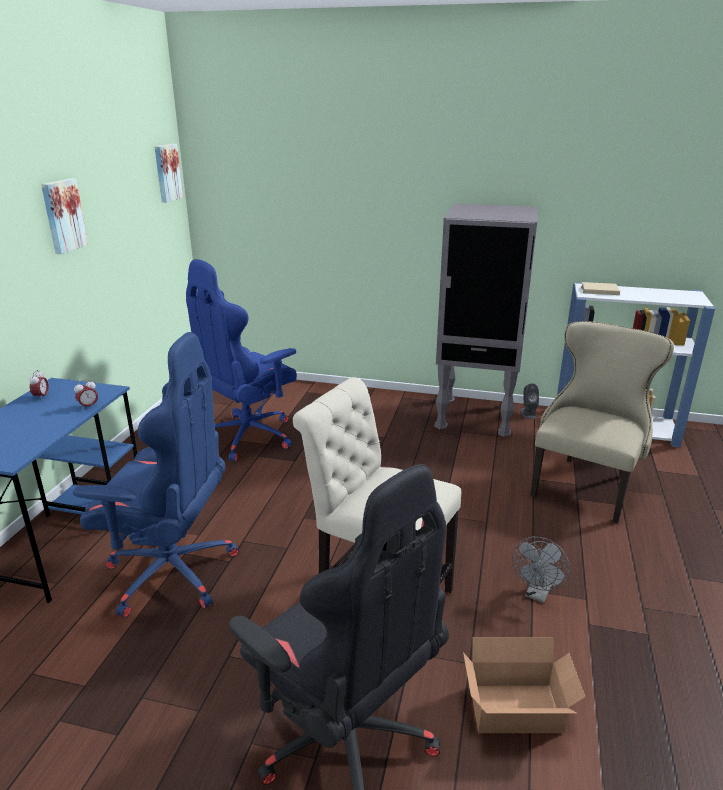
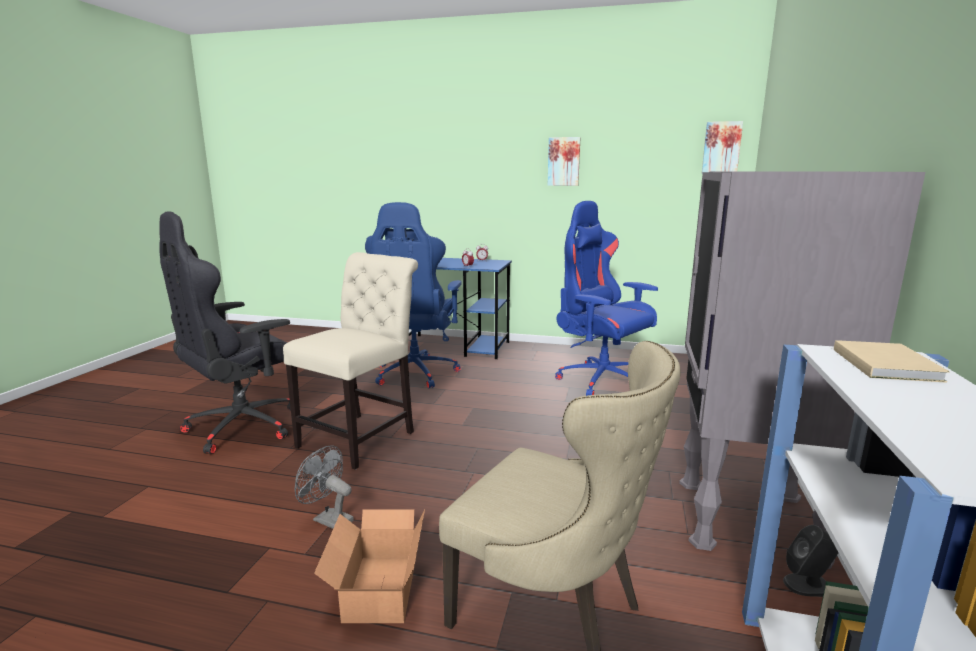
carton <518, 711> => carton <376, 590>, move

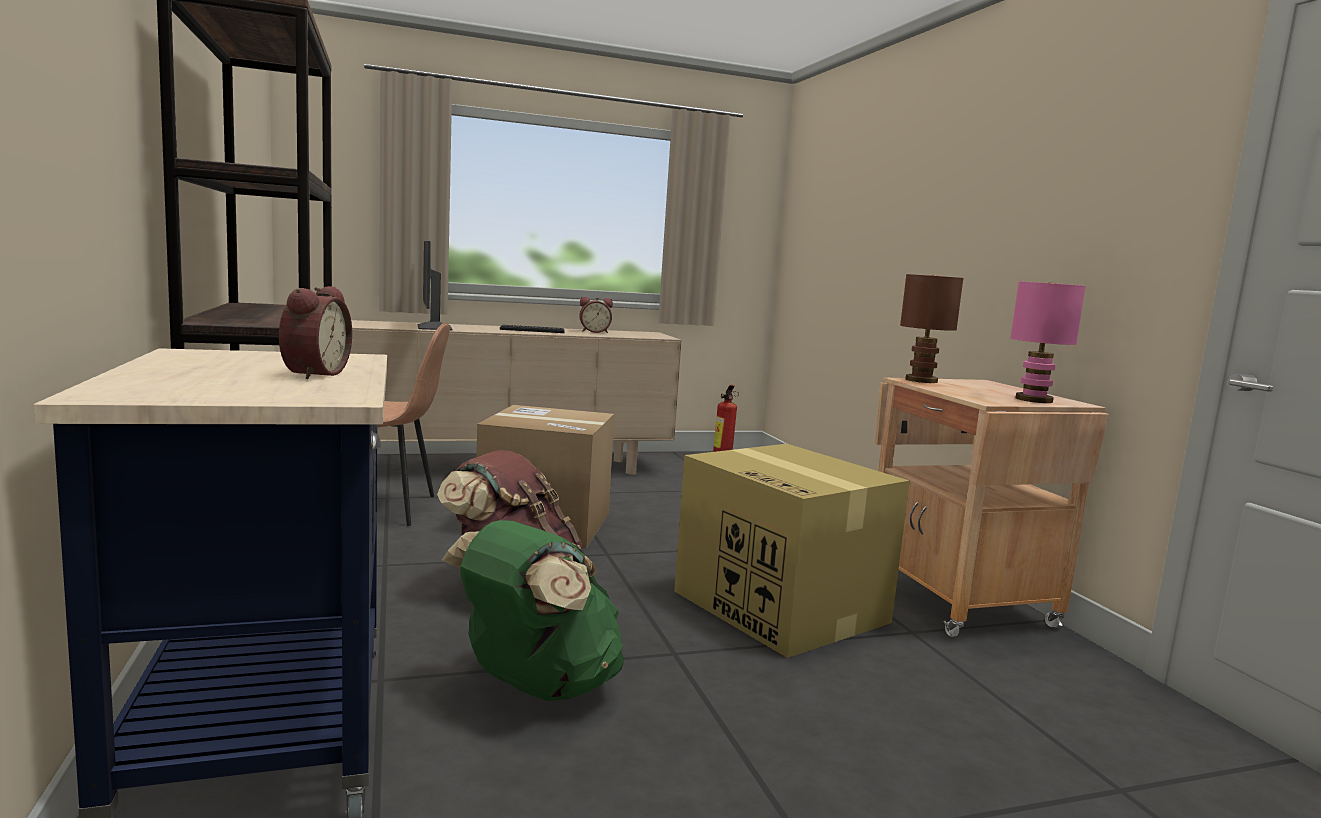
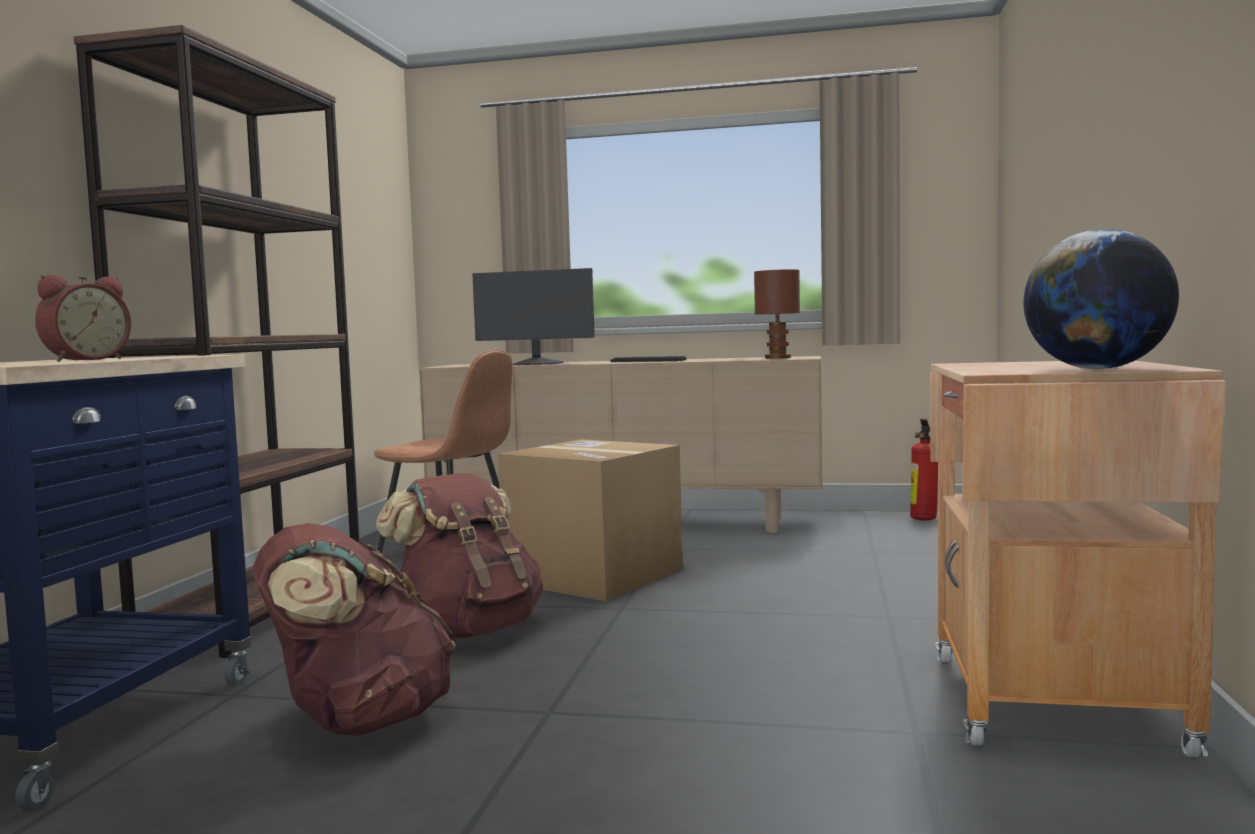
sac à dos [vert] <536, 686> => sac à dos [marron] <357, 721>
écran d'ordinateur <433, 327> => écran d'ordinateur <537, 364>, 90 degrees counterclockwise
lampe de table [marron] <922, 380> => lampe de table [marron] <778, 358>, move
lampe de table [rose] <1034, 400> => globe <1098, 369>
réveil <594, 332> => nothing
carton <782, 607> => nothing

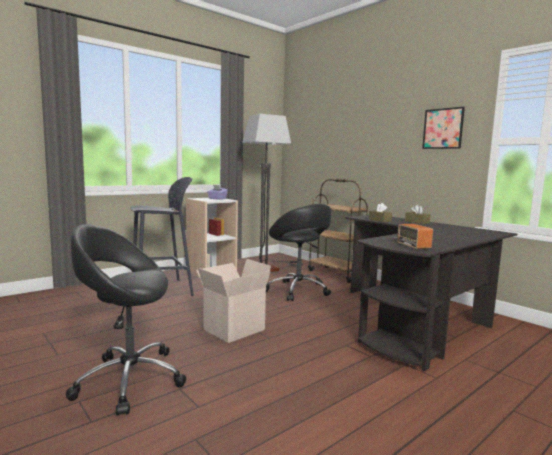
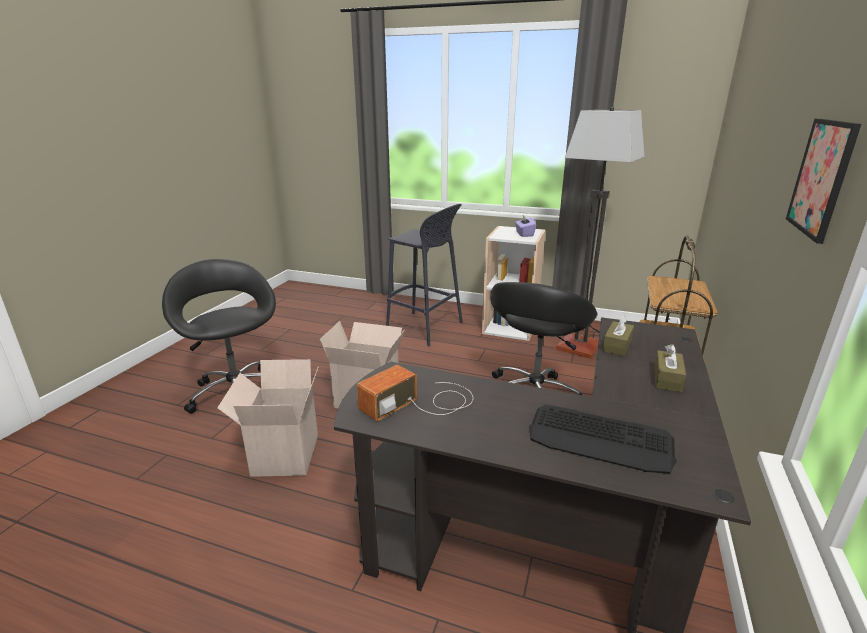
nothing => carton <283, 454>
nothing => clavier <600, 439>

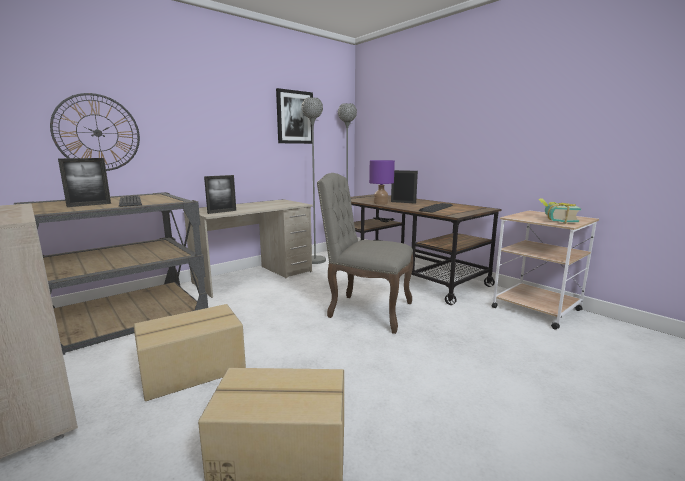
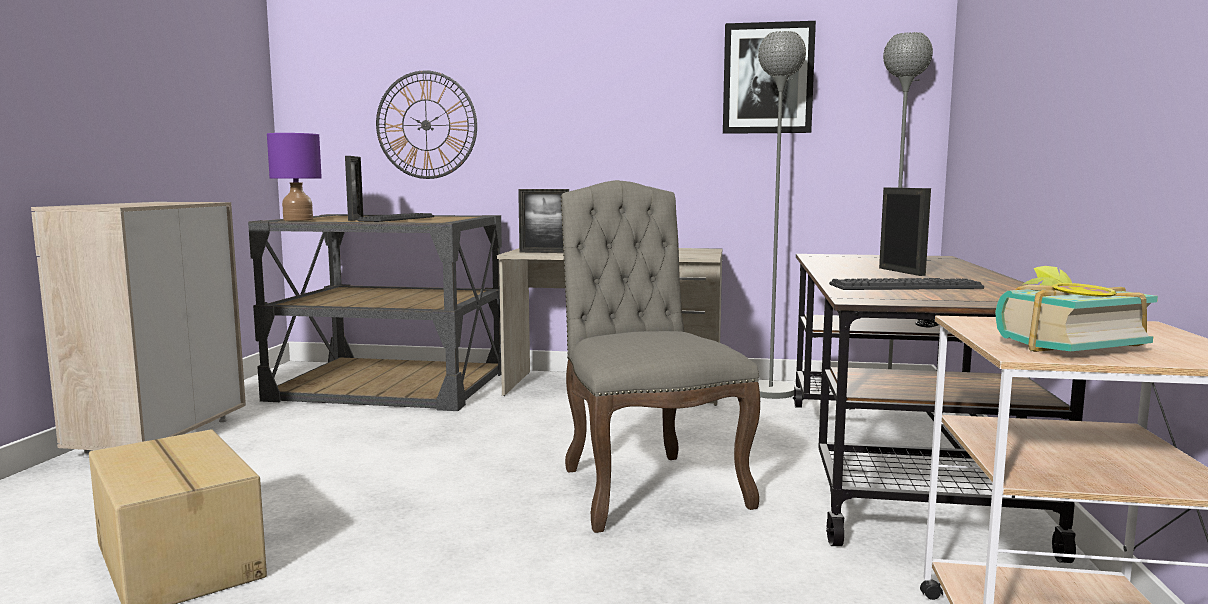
lampe de table [violet] <381, 203> => lampe de table [violet] <298, 220>, move
cadre photo <89, 205> => cadre photo <356, 219>, 105 degrees counterclockwise
carton <193, 370> => nothing

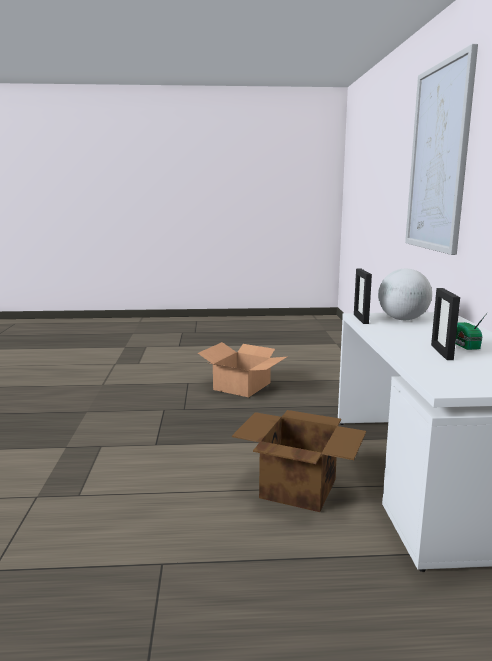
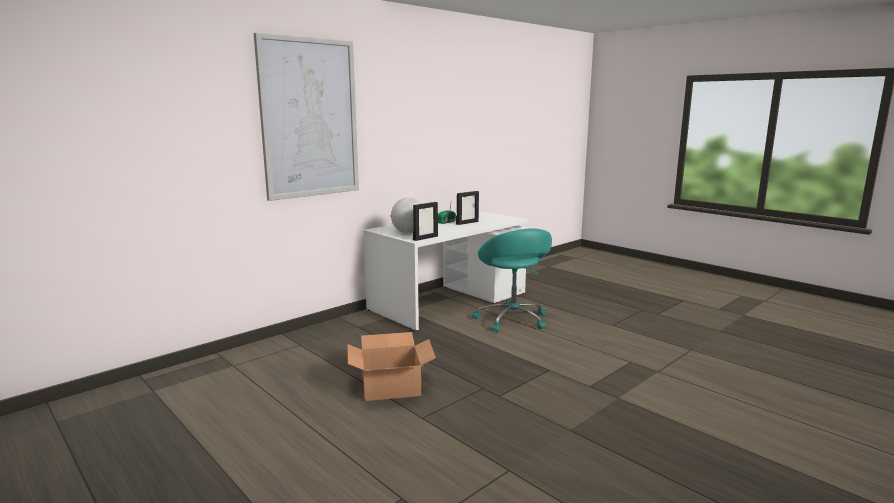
carton <297, 488> => chaise de bureau [turquoise] <512, 320>

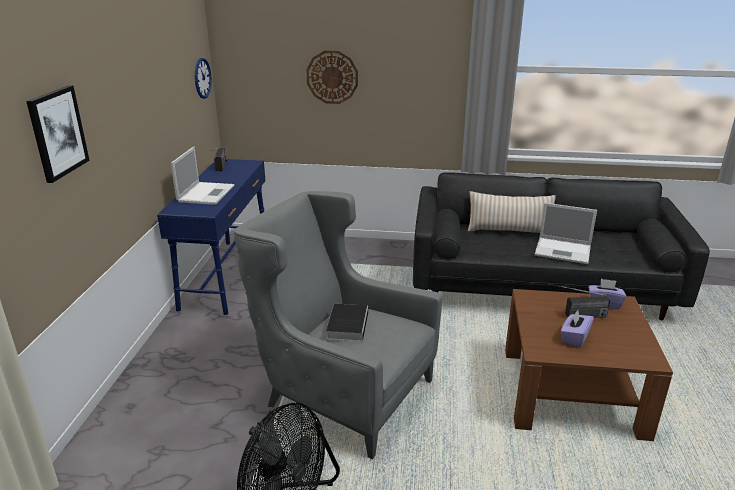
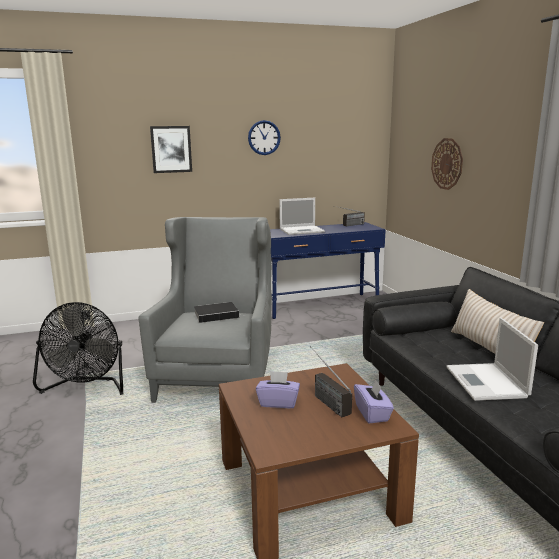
horloge murale <202, 78> => horloge murale <264, 137>, move

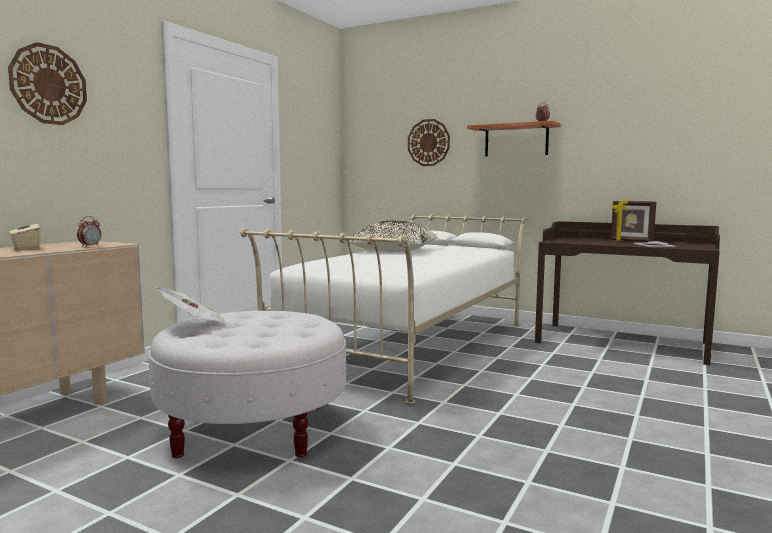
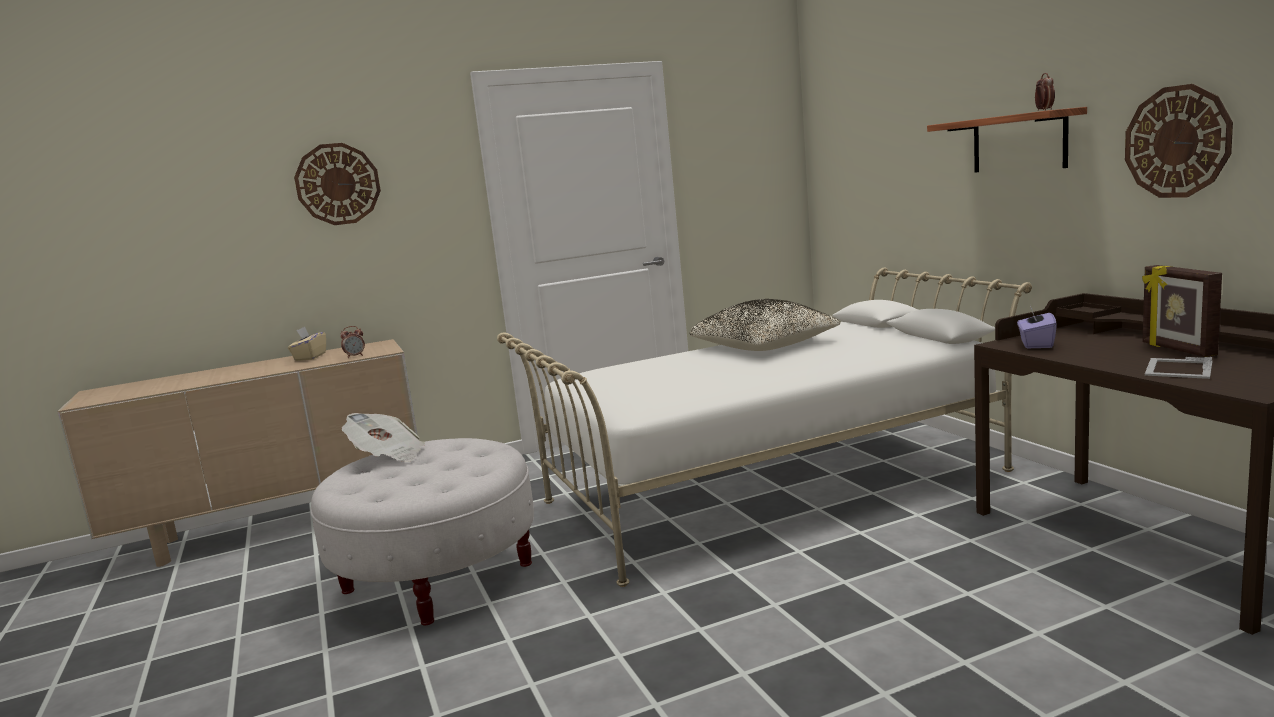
nothing => boîte à mouchoirs [violet] <1035, 344>
horloge murale <428, 142> => horloge murale <1177, 142>, move

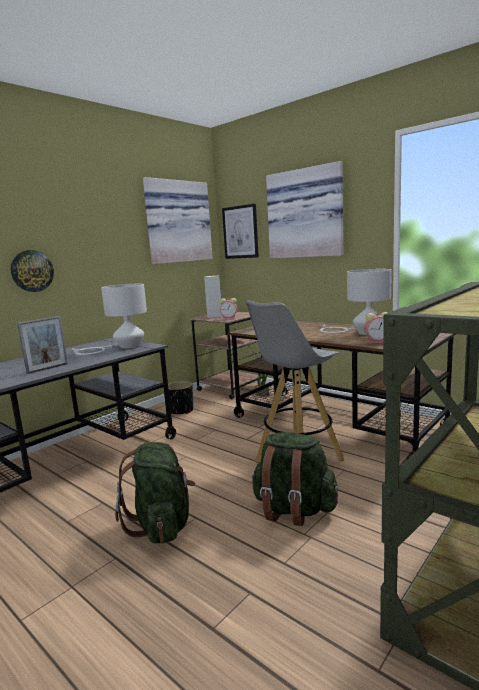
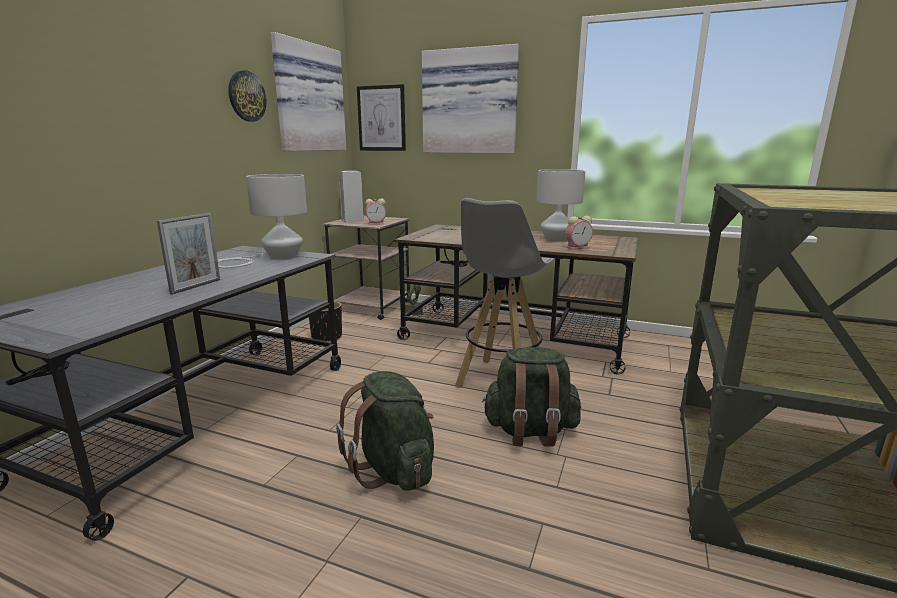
horloge murale <32, 271> => horloge murale <246, 96>, move

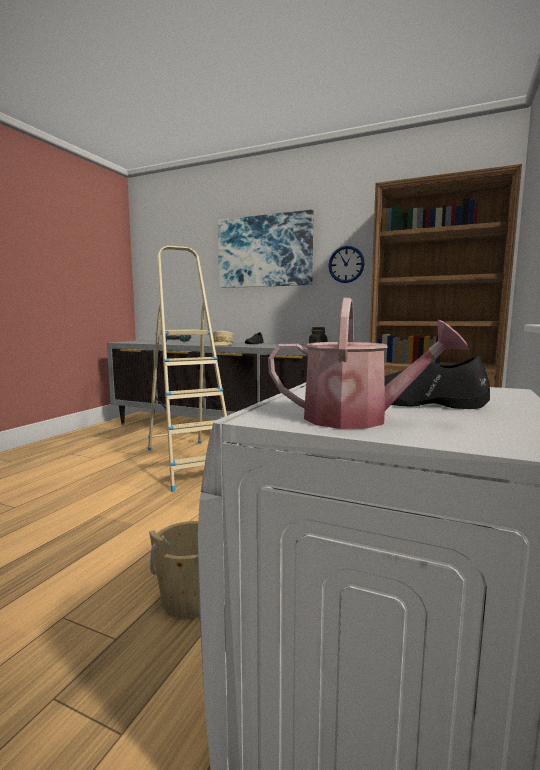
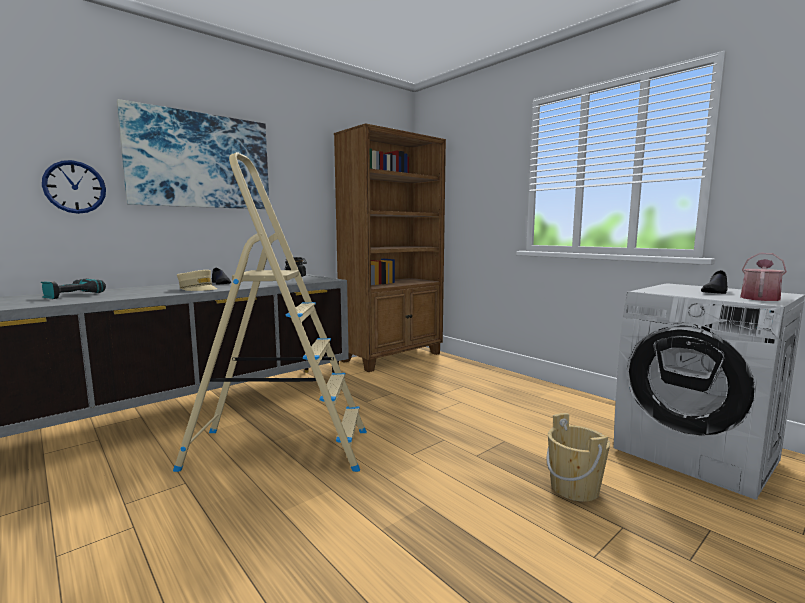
horloge murale <346, 264> => horloge murale <74, 187>, move

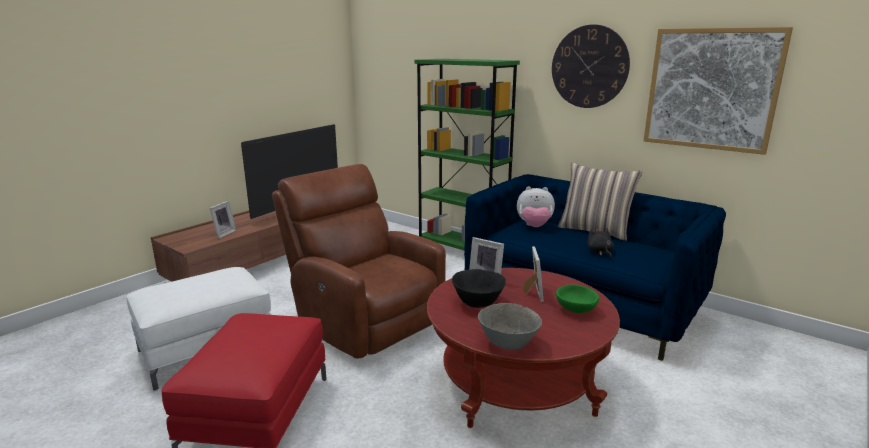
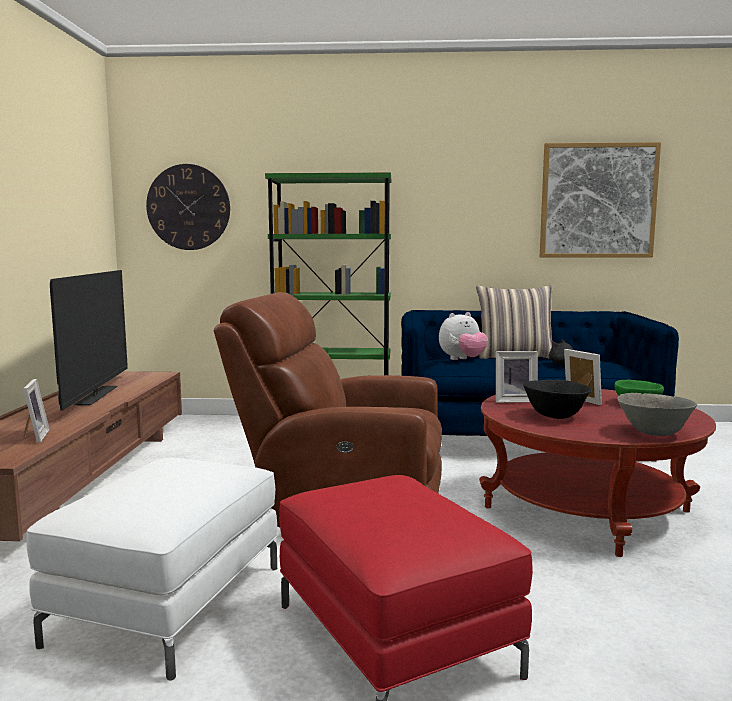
horloge murale <589, 67> => horloge murale <188, 207>, move

